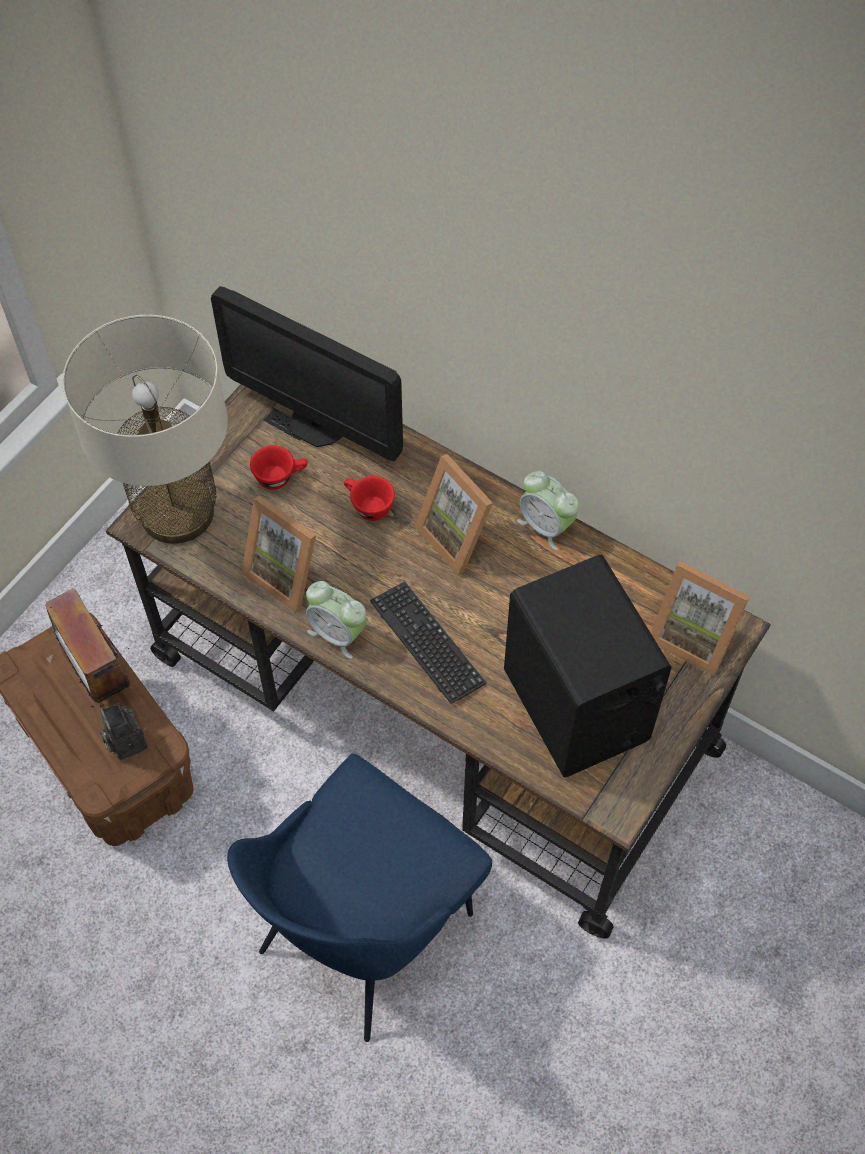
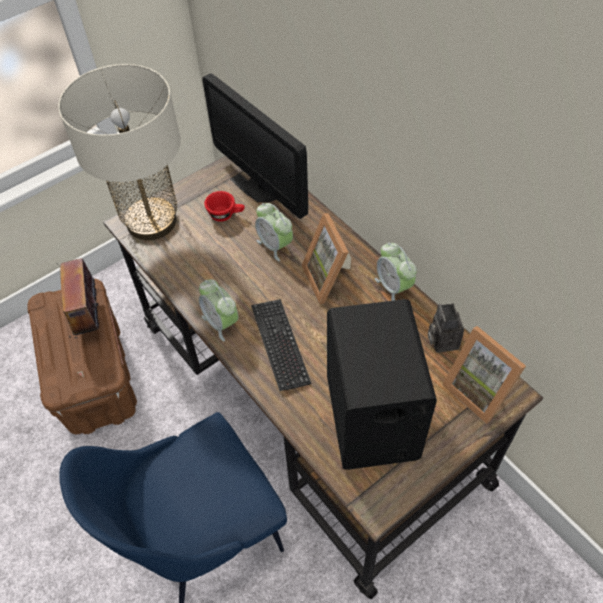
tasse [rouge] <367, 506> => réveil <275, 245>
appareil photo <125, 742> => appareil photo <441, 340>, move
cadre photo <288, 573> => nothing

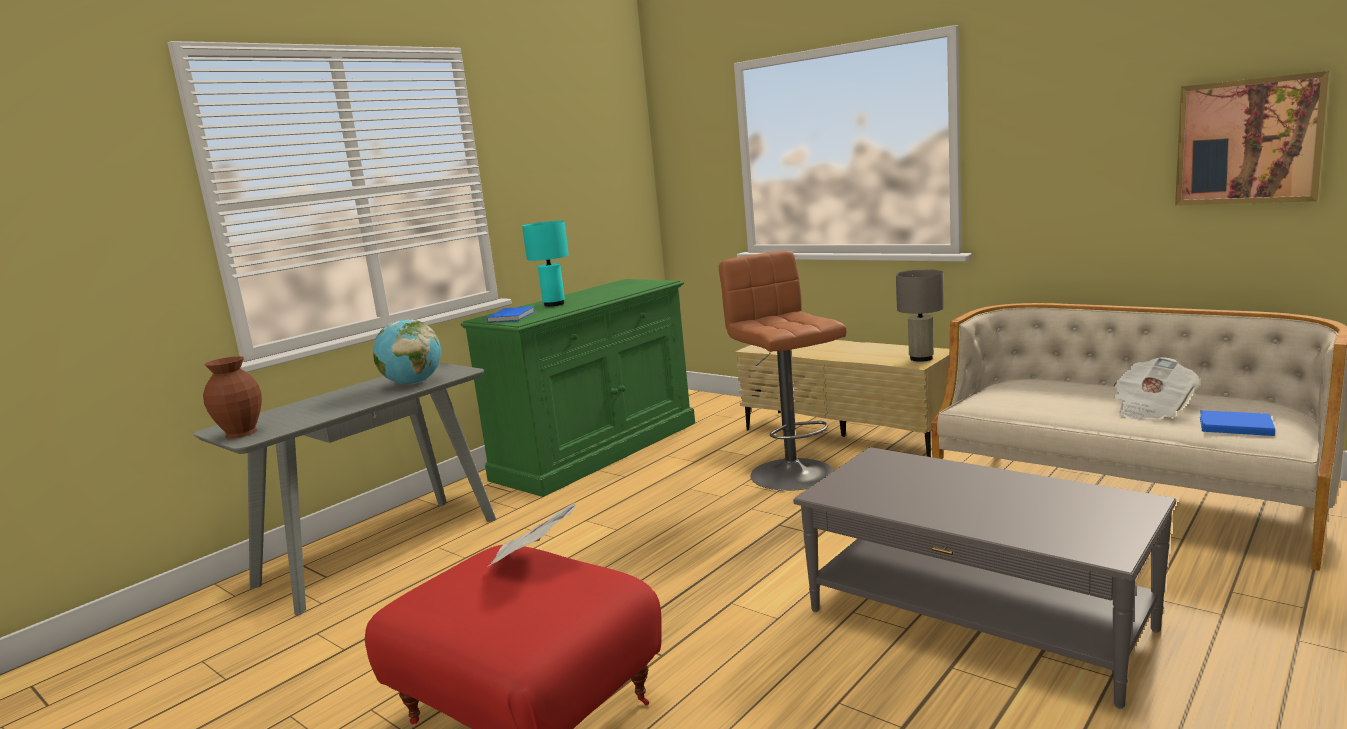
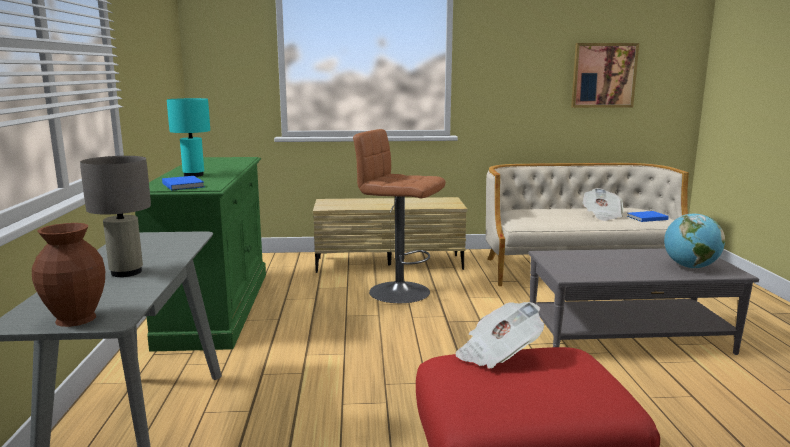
lampe de table [gris] <921, 359> => lampe de table [gris] <126, 272>, move
globe <413, 383> => globe <690, 267>, move

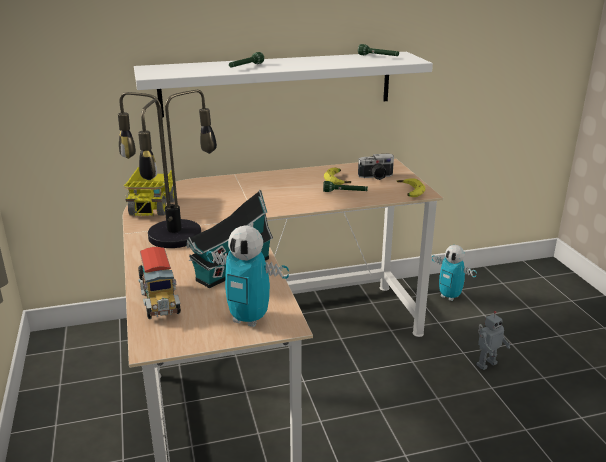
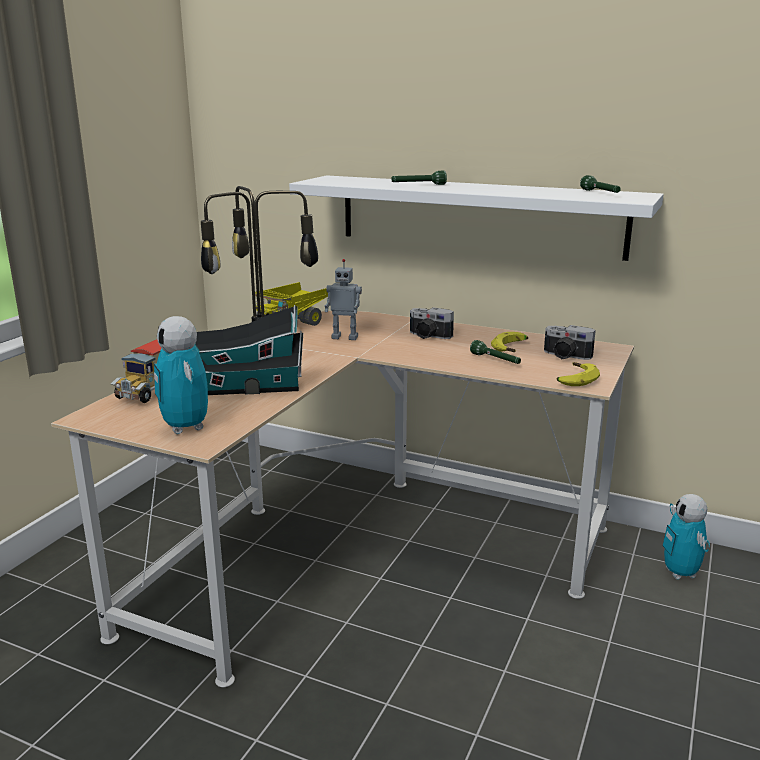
robot jouet <485, 364> => robot jouet <345, 337>, move
nothing => appareil photo <428, 336>

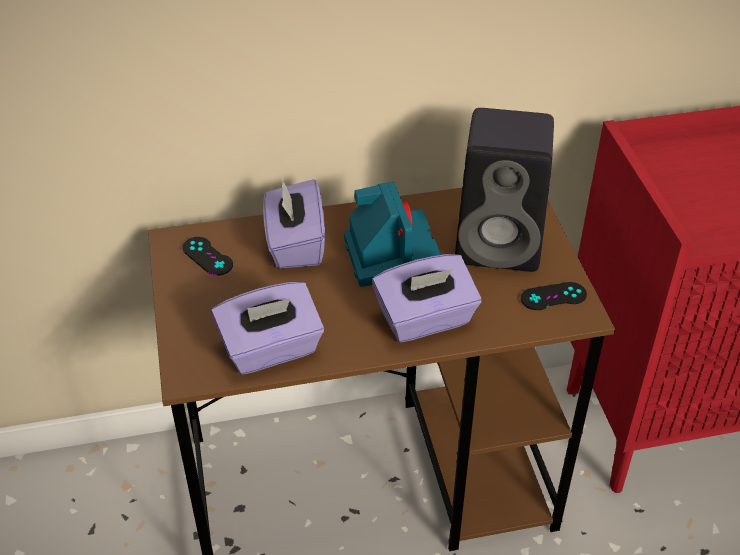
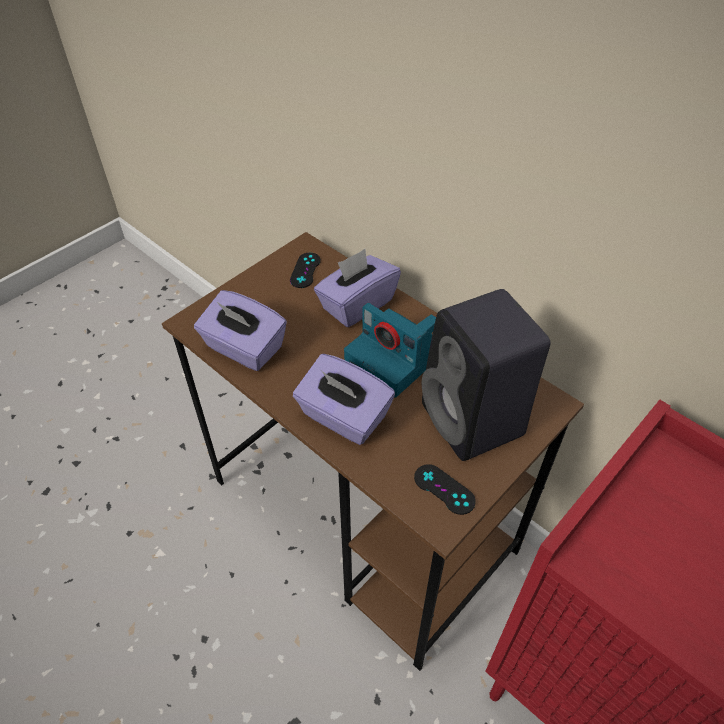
appareil photo <390, 254> => appareil photo <395, 359>, 90 degrees clockwise

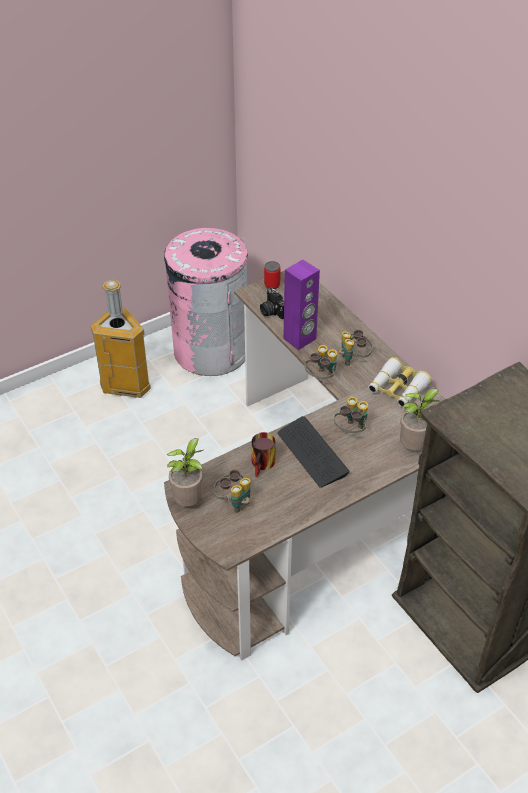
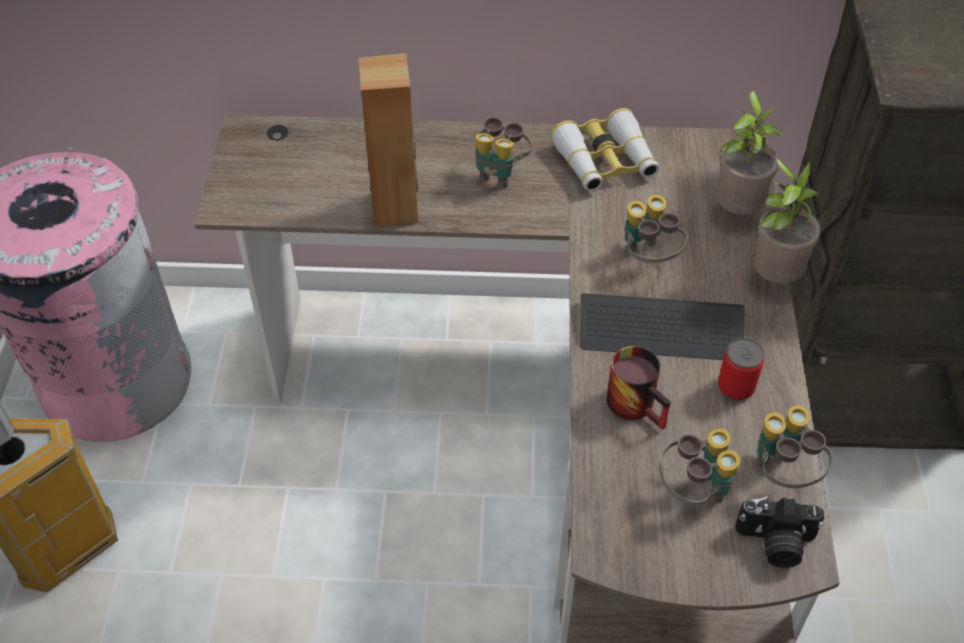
enceinte [violet] <300, 339> => enceinte [marron] <395, 207>
boîte métallique <272, 285> => boîte métallique <735, 387>, move
appareil photo <271, 311> => appareil photo <775, 543>, move
plante en pot <189, 501> => plante en pot <772, 276>, move
jumelles <321, 378> => jumelles <782, 473>, move

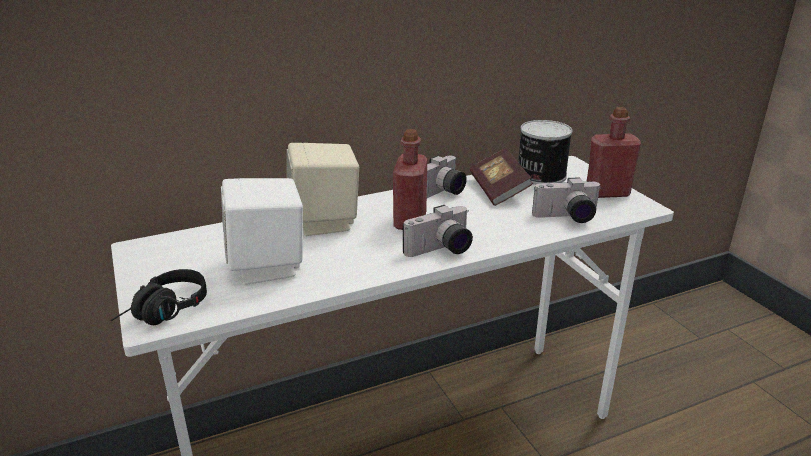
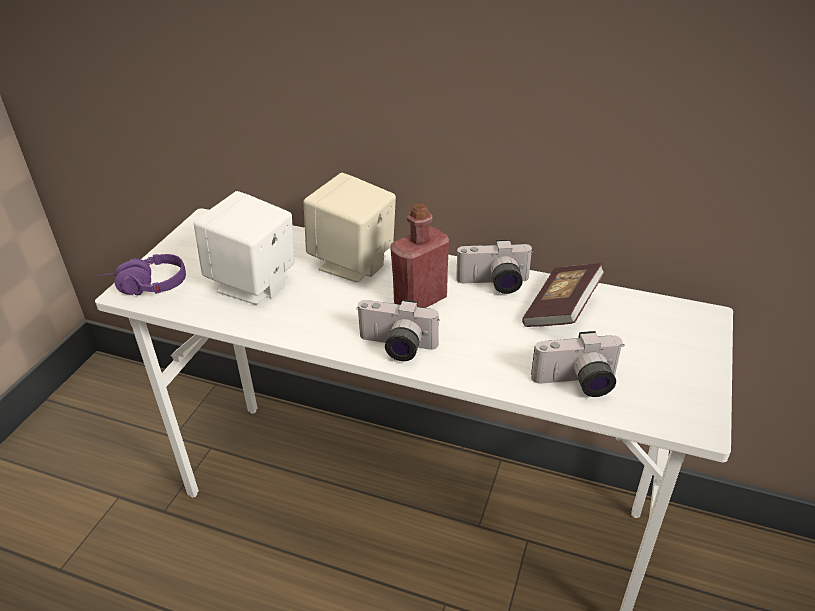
casque audio [noir] <164, 313> => casque audio [violet] <145, 287>
appareil photo <567, 218> => appareil photo <577, 384>, 45 degrees counterclockwise
boîte métallique <540, 175> => nothing
bouteille [rouge] <607, 193> => nothing

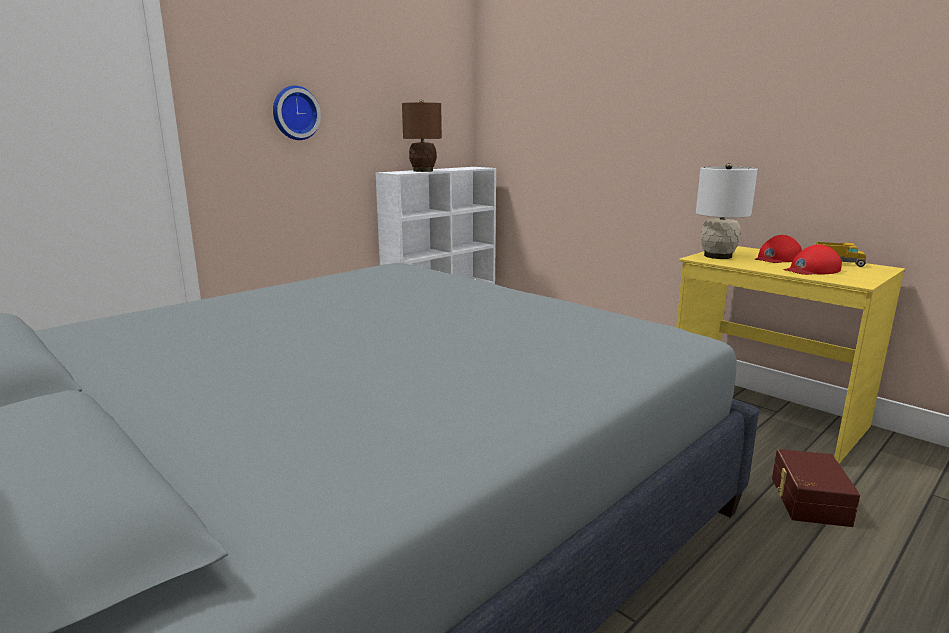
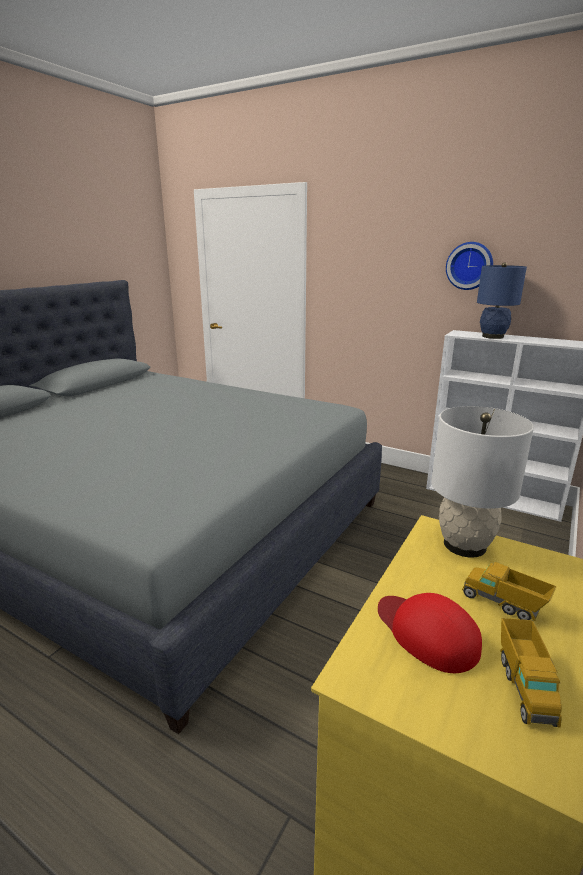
horloge murale <294, 113> => horloge murale <469, 266>, move
casquette [rouge] <776, 258> => camion jouet <503, 604>
lampe de table [marron] <423, 171> => lampe de table [bleu] <492, 336>
boîte de rangement [marron] <807, 500> => nothing

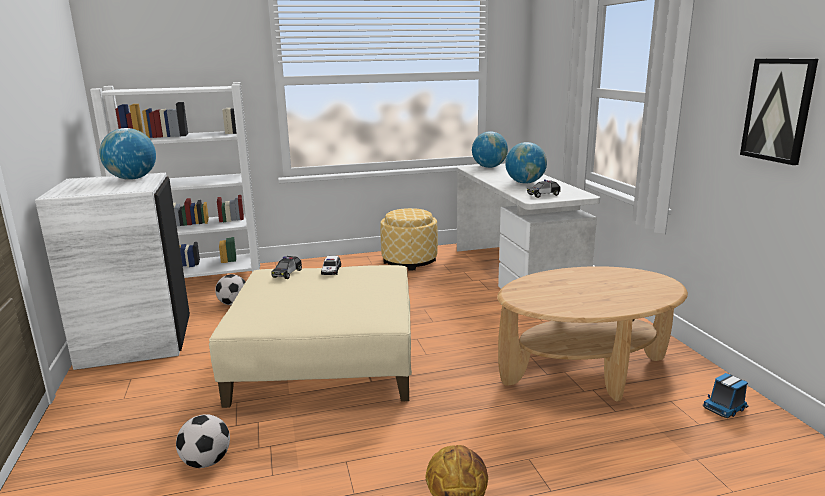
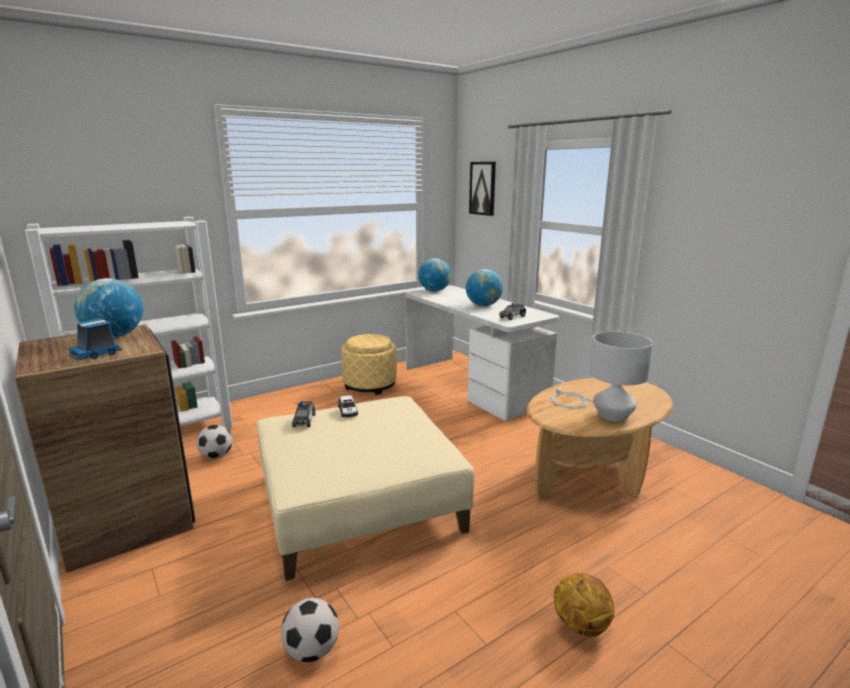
meuble de rangement [blanc] <136, 340> => meuble de rangement [marron] <127, 519>
camion jouet <725, 408> => camion jouet <97, 354>, move
tableau <778, 110> => tableau <483, 188>, move
nothing => lampe de table [gris] <595, 409>

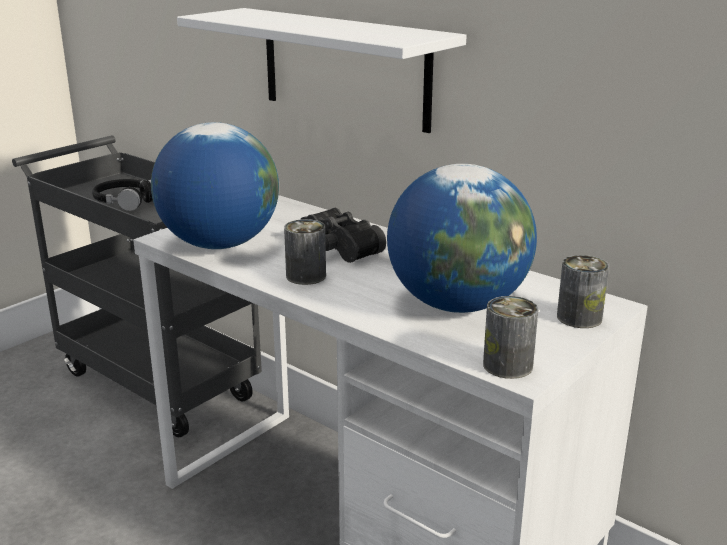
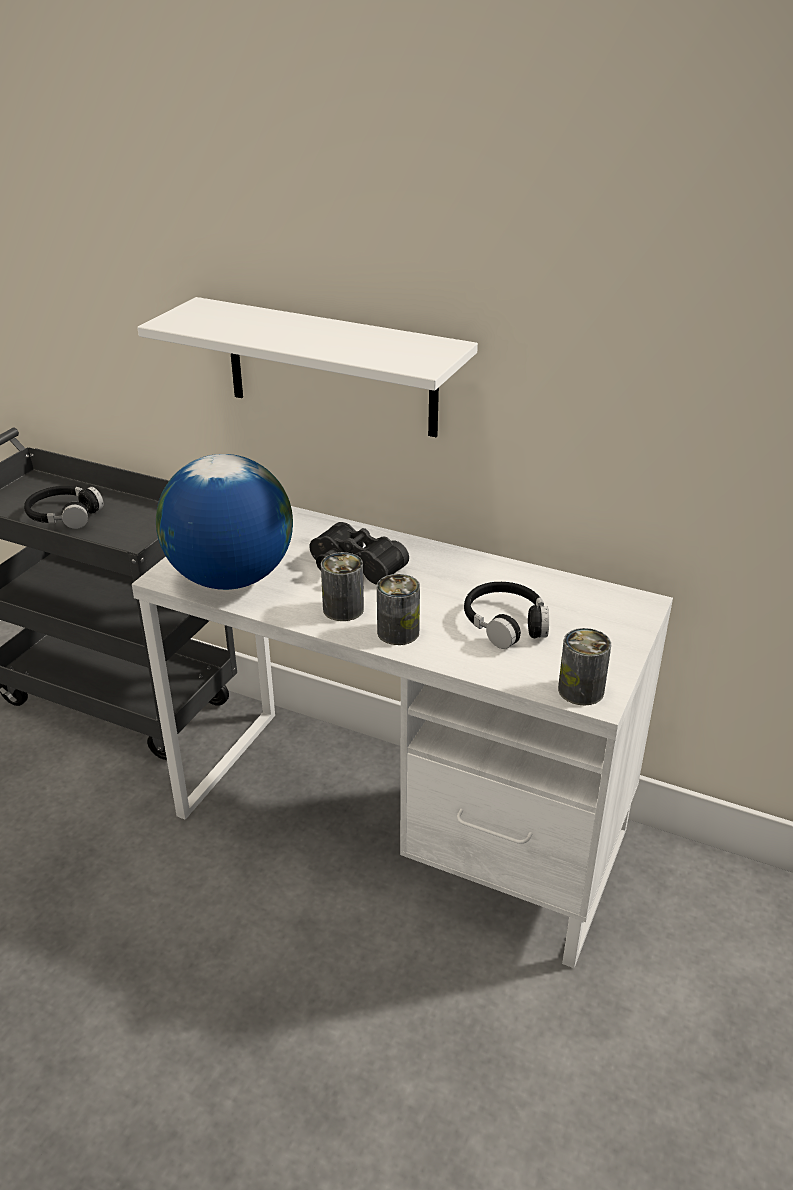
boîte métallique <579, 317> => boîte métallique <398, 632>, move
globe <458, 304> => casque audio [noir] <506, 623>

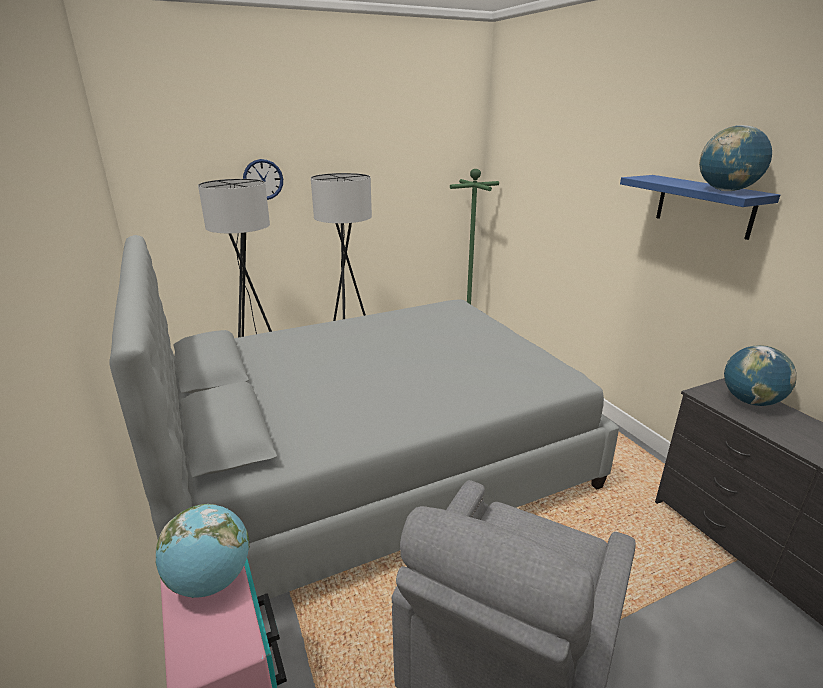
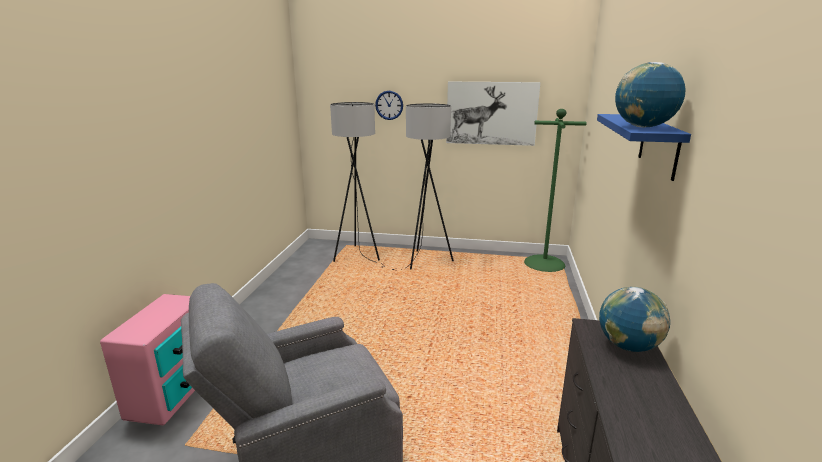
nothing => tableau <491, 113>
lit [gris] <373, 463> => nothing
globe <211, 581> => nothing

